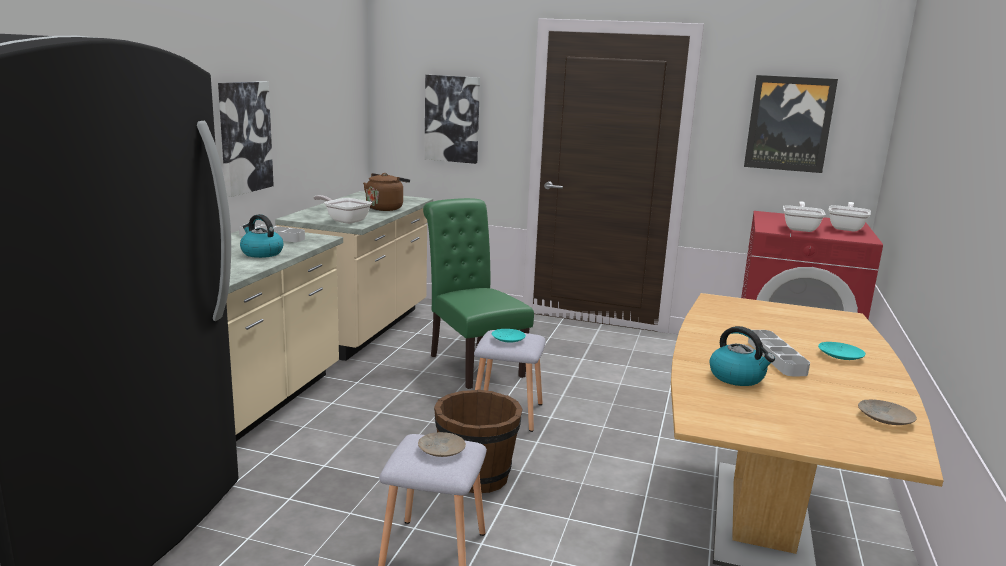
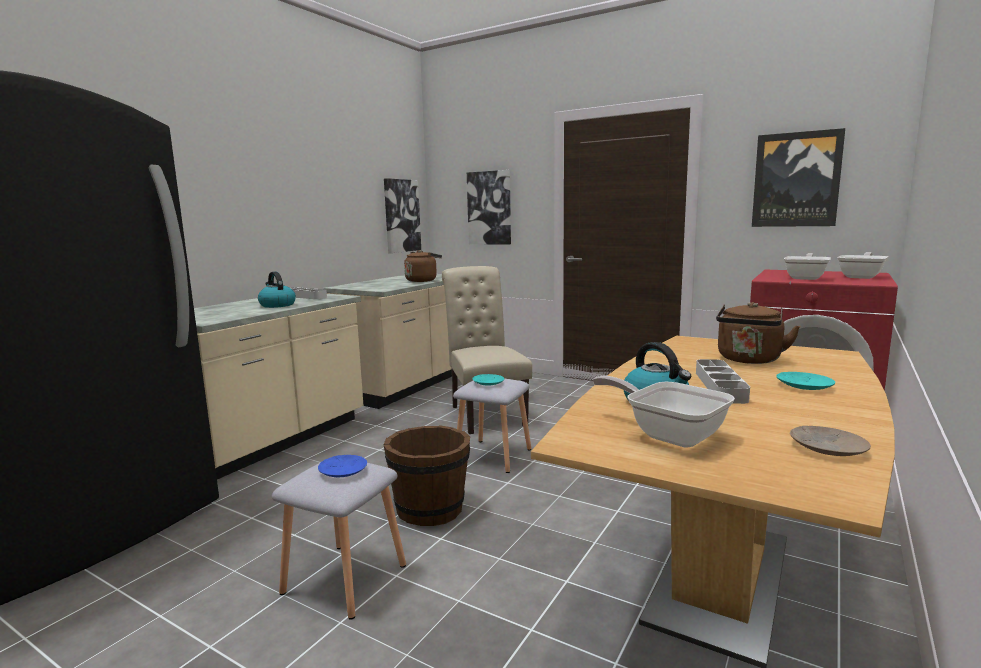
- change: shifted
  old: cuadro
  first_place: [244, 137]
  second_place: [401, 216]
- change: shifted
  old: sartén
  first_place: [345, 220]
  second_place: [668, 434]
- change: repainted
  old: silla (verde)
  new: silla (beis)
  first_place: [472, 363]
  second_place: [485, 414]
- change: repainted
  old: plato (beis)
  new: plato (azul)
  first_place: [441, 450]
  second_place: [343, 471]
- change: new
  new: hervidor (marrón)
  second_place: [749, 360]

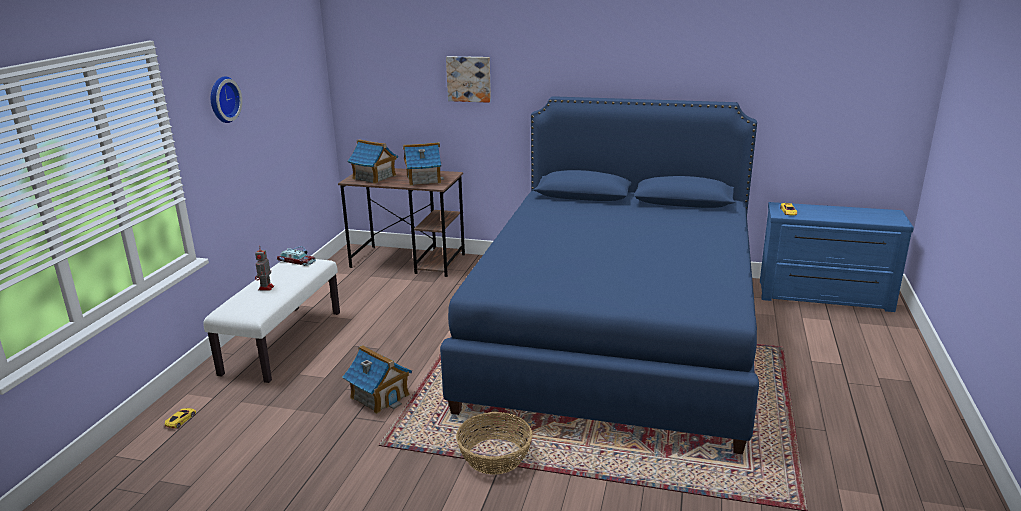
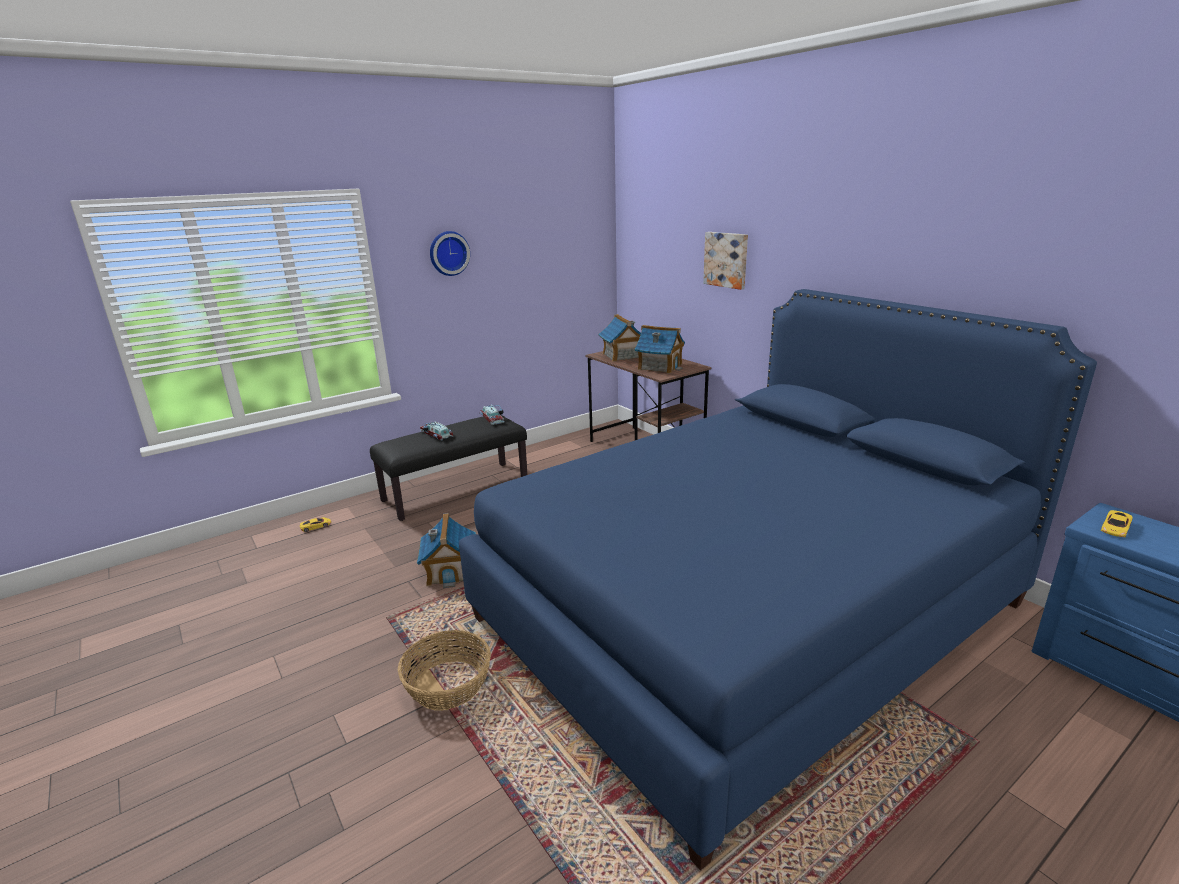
- change: swapped
  old: robot de juguete
  new: coche de juguete
  first_place: [265, 288]
  second_place: [436, 435]
- change: repainted
  old: banco (blanco)
  new: banco (negro)
  first_place: [282, 342]
  second_place: [456, 490]

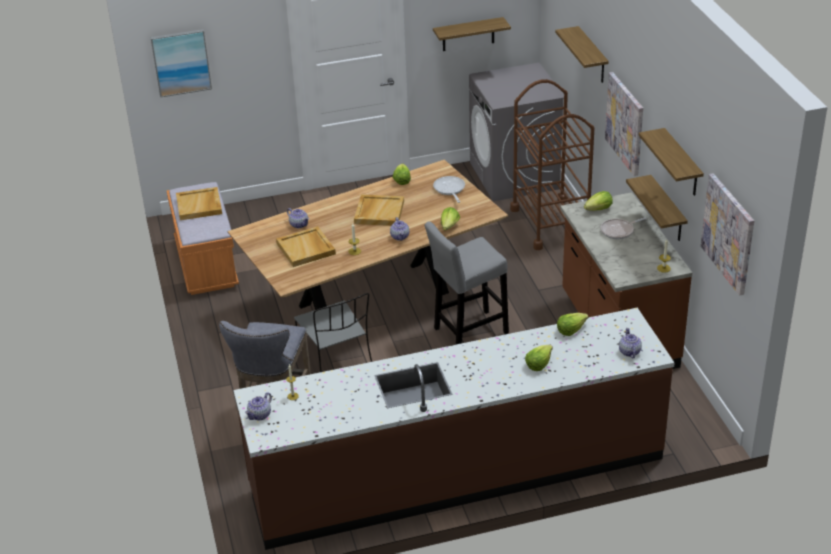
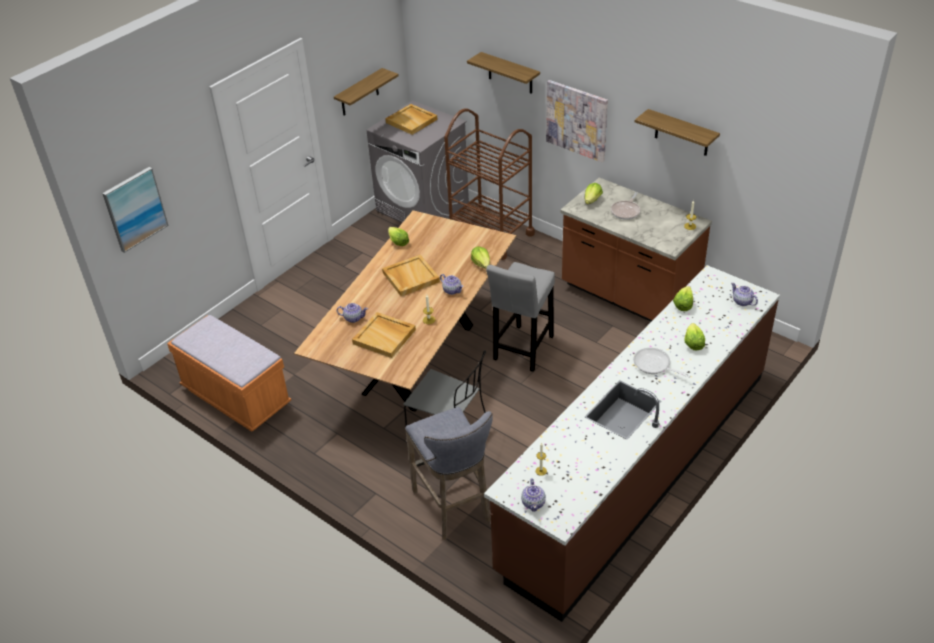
- change: gone
  old: cuadro
  first_place: [728, 233]
- change: gone
  old: estante
  first_place: [667, 210]
- change: shifted
  old: sartén
  first_place: [449, 190]
  second_place: [654, 365]
- change: shifted
  old: bandeja (beis)
  first_place: [199, 206]
  second_place: [412, 121]

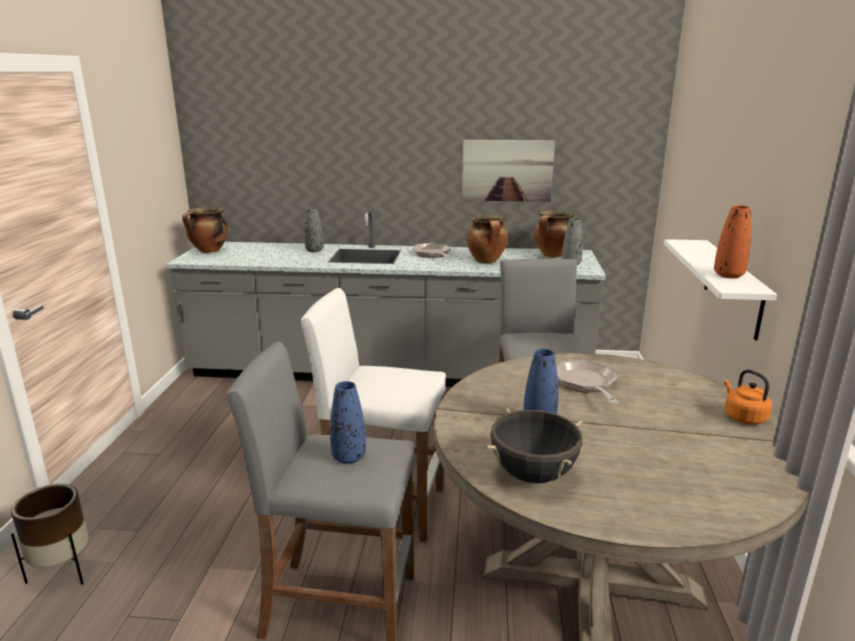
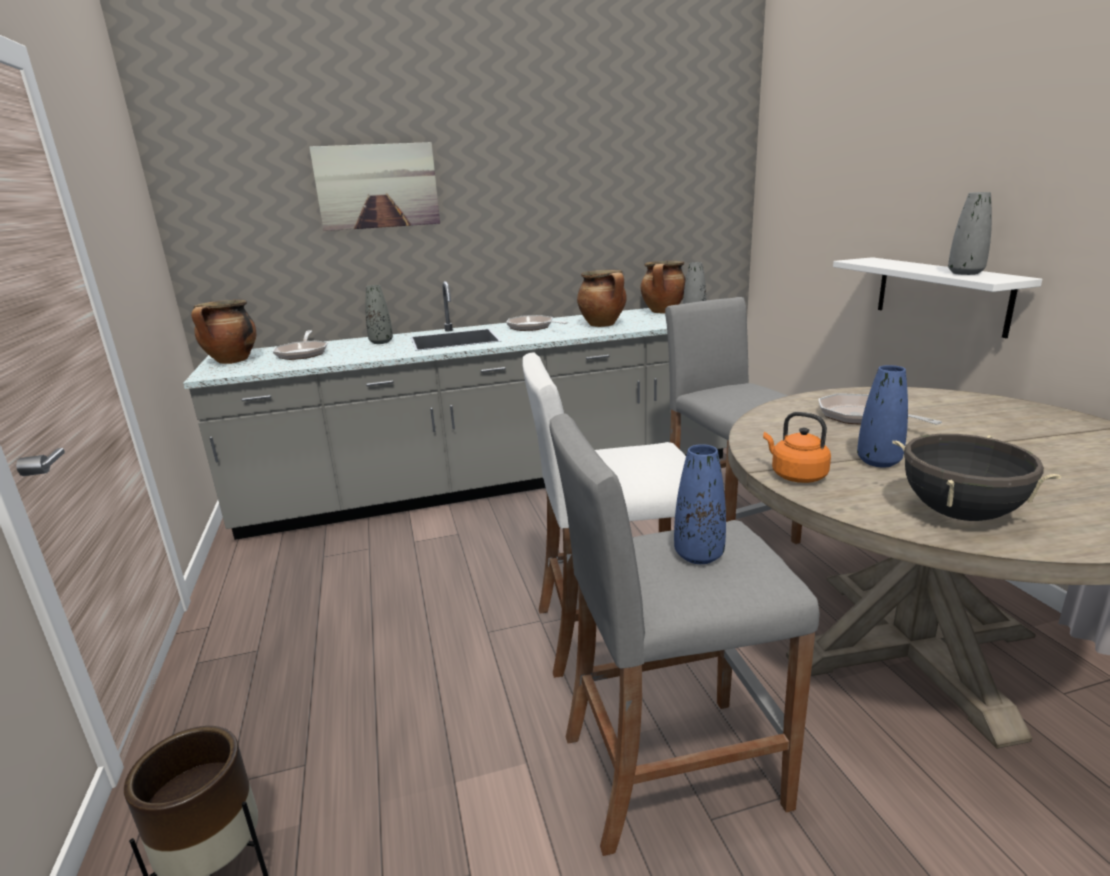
- change: shifted
  old: cuadro
  first_place: [507, 170]
  second_place: [377, 186]
- change: repainted
  old: florero (naranja)
  new: florero (gris)
  first_place: [728, 275]
  second_place: [965, 273]
- change: shifted
  old: hervidor (naranja)
  first_place: [743, 417]
  second_place: [795, 475]
- change: new
  new: sartén
  second_place: [303, 353]

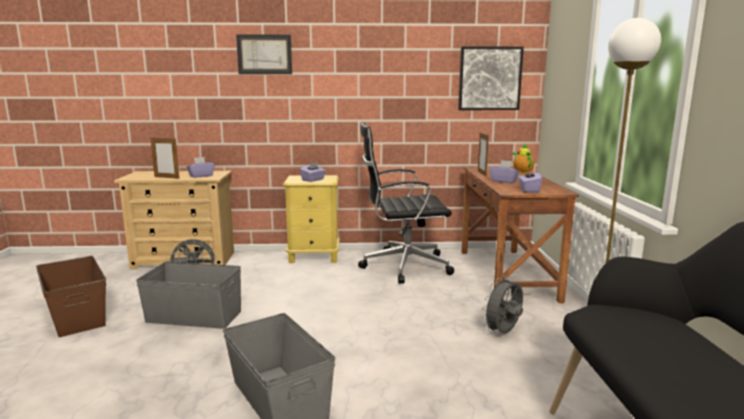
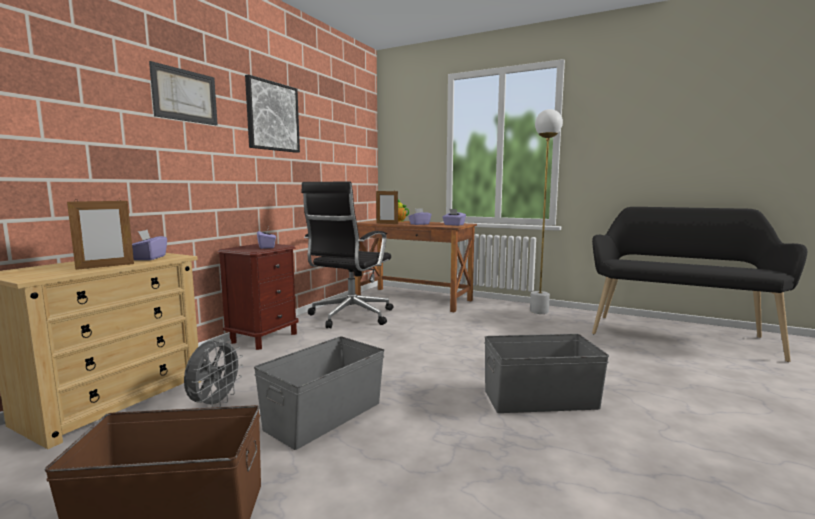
- change: shifted
  old: cuadro
  first_place: [489, 78]
  second_place: [272, 116]
- change: repainted
  old: mesita de noche (amarillo)
  new: mesita de noche (marrón)
  first_place: [314, 257]
  second_place: [264, 338]
- change: gone
  old: ventilador (gris)
  first_place: [503, 333]

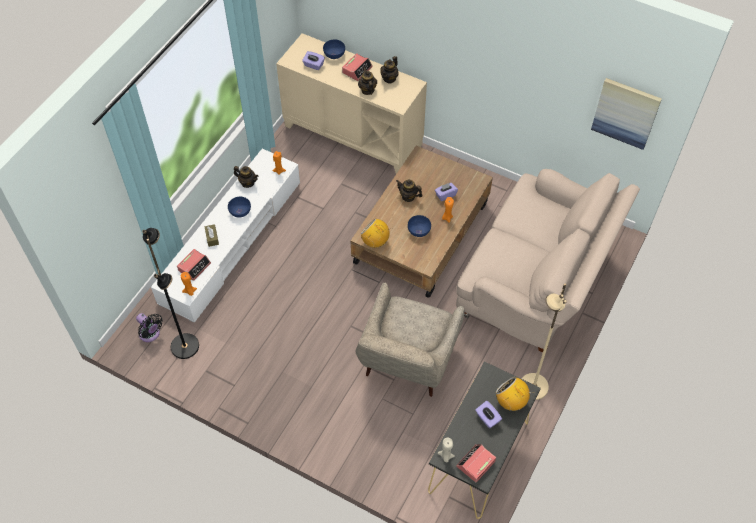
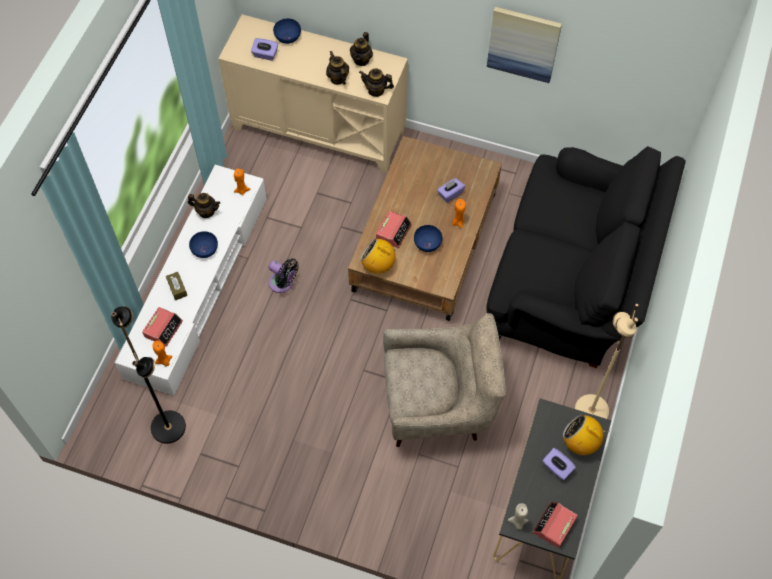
- change: shifted
  old: despertador
  first_place: [357, 70]
  second_place: [393, 231]
- change: shifted
  old: cuadro
  first_place: [625, 113]
  second_place: [523, 43]
- change: repainted
  old: sofá (beis)
  new: sofá (negro)
  first_place: [536, 283]
  second_place: [571, 283]
- change: shifted
  old: tetera
  first_place: [408, 197]
  second_place: [376, 90]
- change: rotated
  old: sillón (beis)
  first_place: [407, 362]
  second_place: [438, 405]
  degrees: -105
- change: shifted
  old: ventilador (negro)
  first_place: [150, 334]
  second_place: [283, 284]

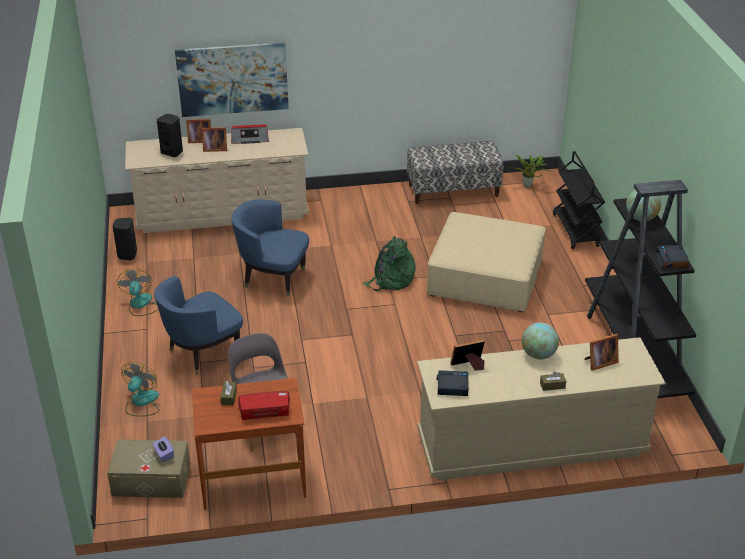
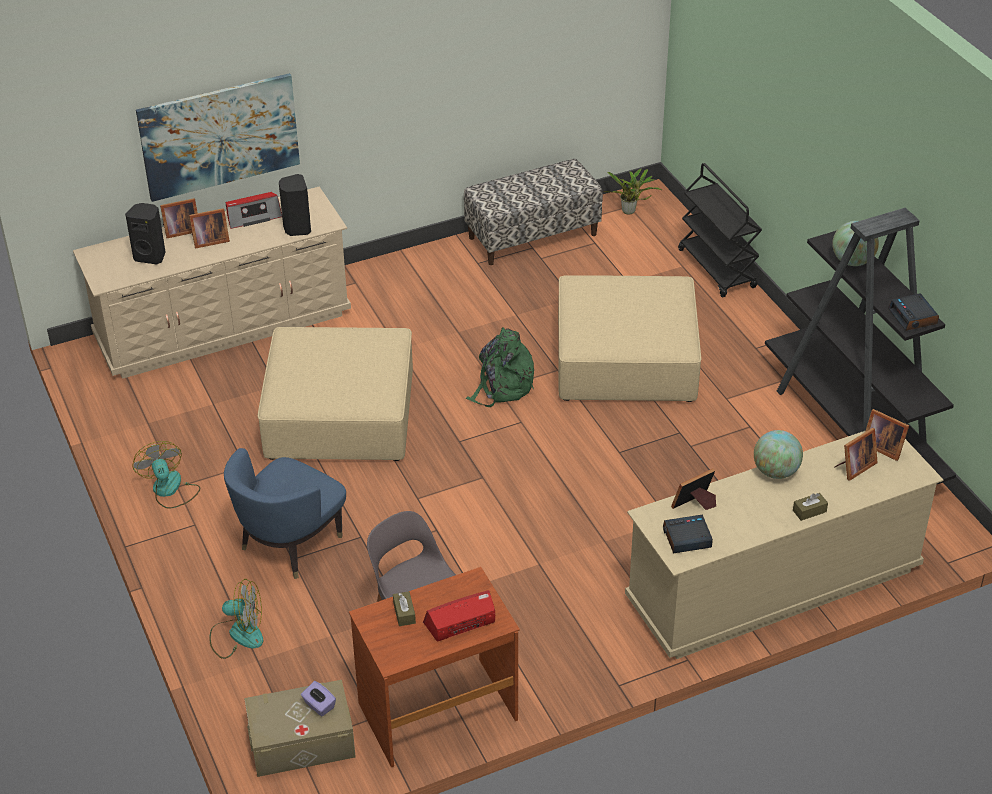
- change: swapped
  old: sillón (azul)
  new: puf (beis)
  first_place: [273, 278]
  second_place: [339, 414]
- change: shifted
  old: altavoz (negro)
  first_place: [127, 255]
  second_place: [296, 228]
- change: rotated
  old: ventilador
  first_place: [141, 402]
  second_place: [237, 635]
  degrees: 90
- change: new
  new: portarretratos
  second_place: [882, 446]

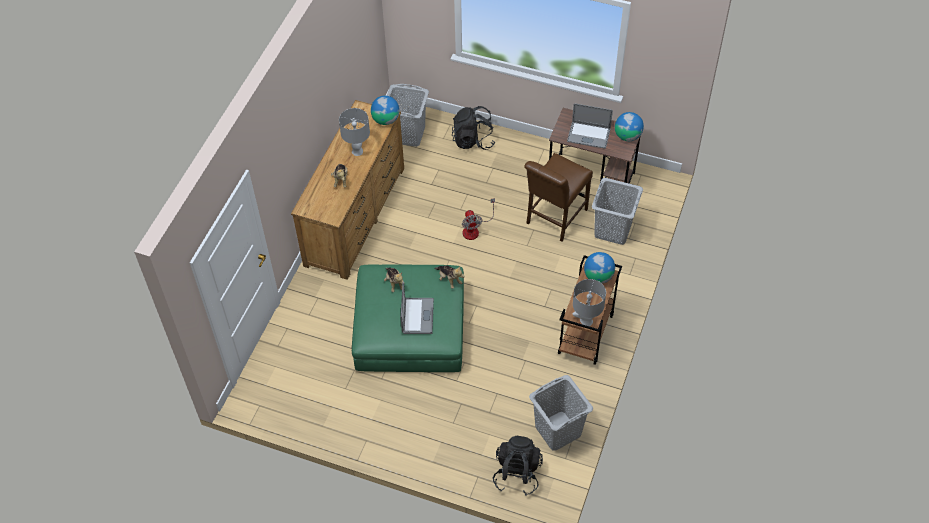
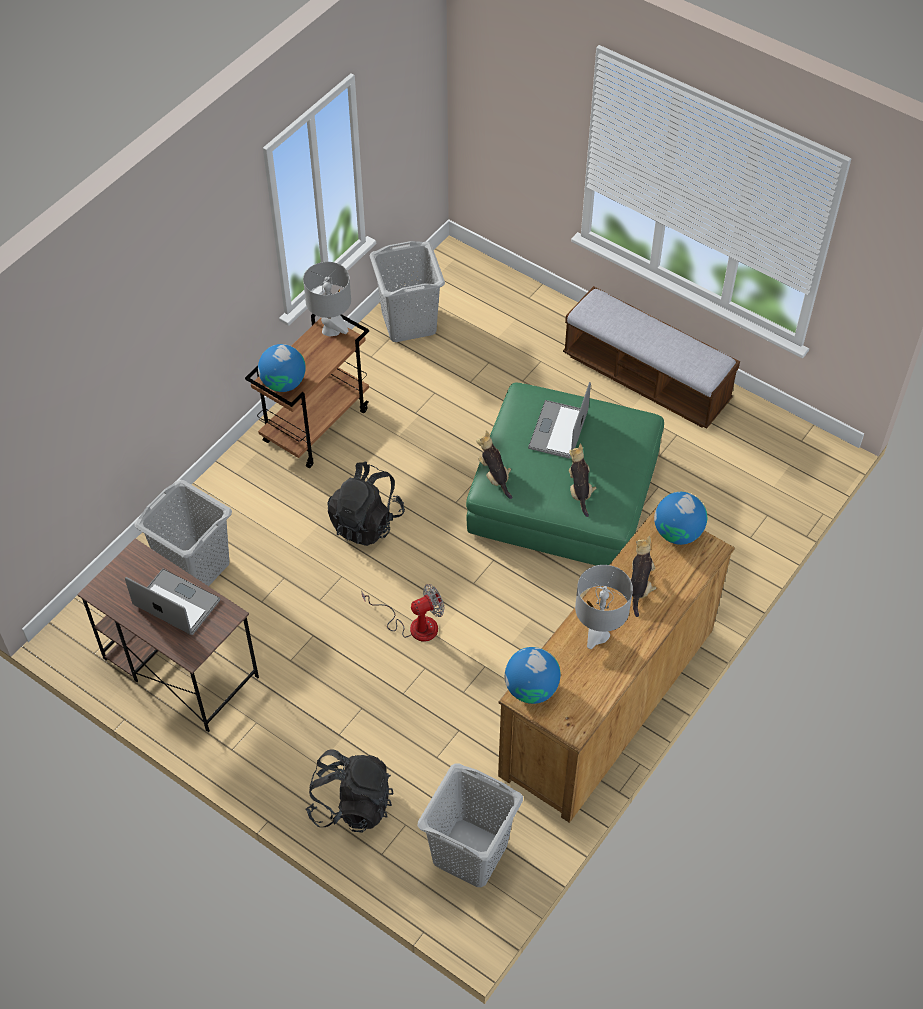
- change: shifted
  old: globo terráqueo
  first_place: [627, 136]
  second_place: [678, 532]
- change: gone
  old: silla (marrón)
  first_place: [554, 218]
- change: rotated
  old: ventilador
  first_place: [474, 229]
  second_place: [414, 625]
  degrees: 60
- change: shifted
  old: mochila (negro)
  first_place: [517, 473]
  second_place: [366, 522]
- change: new
  new: banco
  second_place: [646, 379]

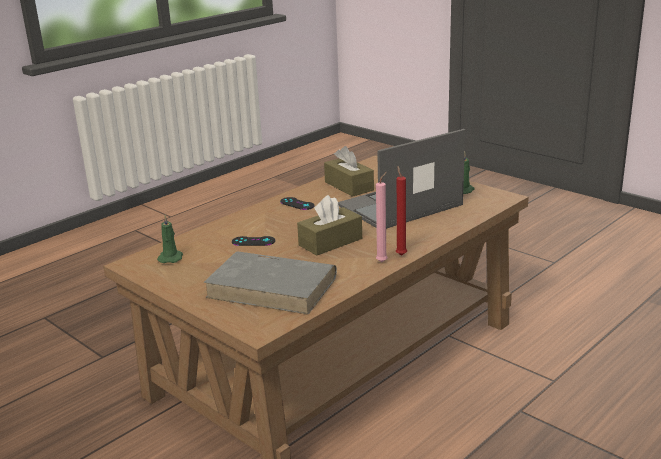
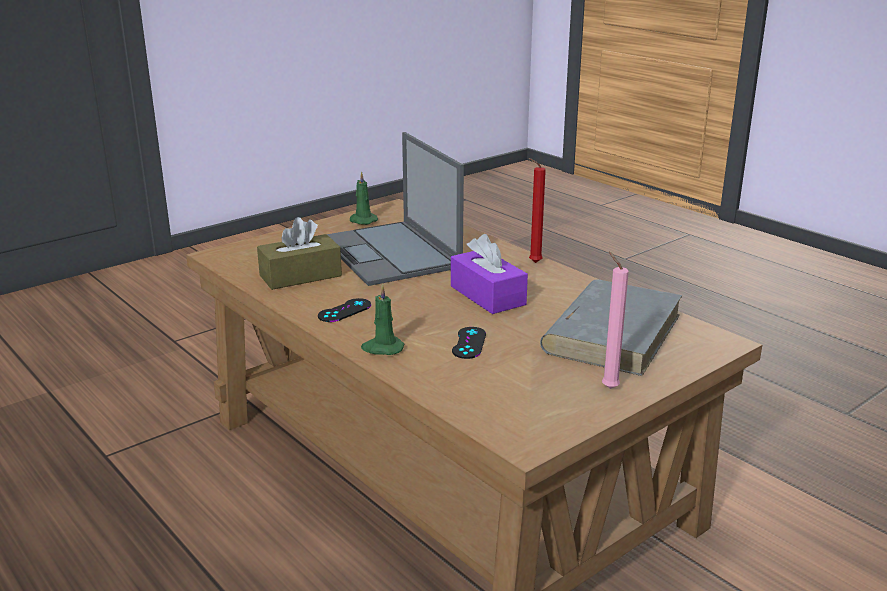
- change: shifted
  old: vela (rosa)
  first_place: [383, 261]
  second_place: [607, 387]
- change: repainted
  old: caja de pañuelos (marrón)
  new: caja de pañuelos (morado)
  first_place: [330, 242]
  second_place: [487, 295]
- change: shifted
  old: vela (verde)
  first_place: [171, 258]
  second_place: [382, 348]

